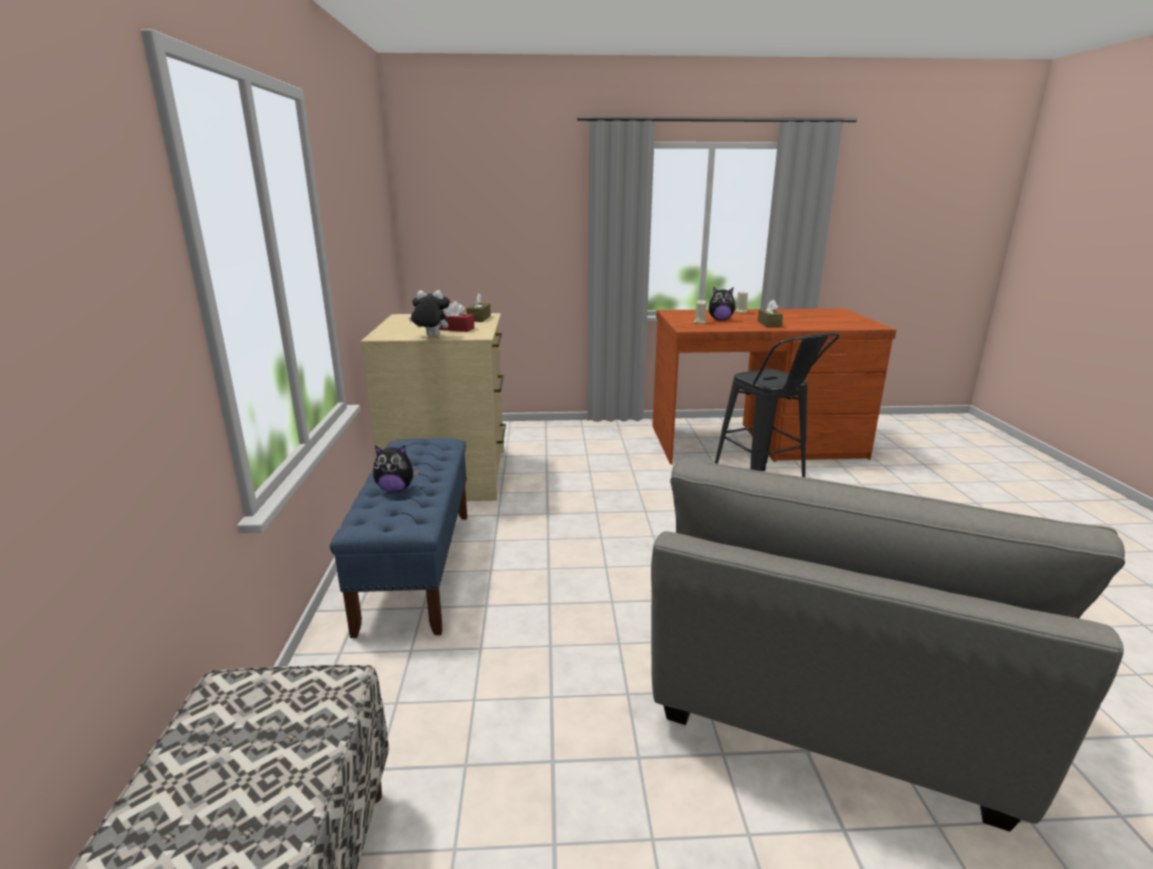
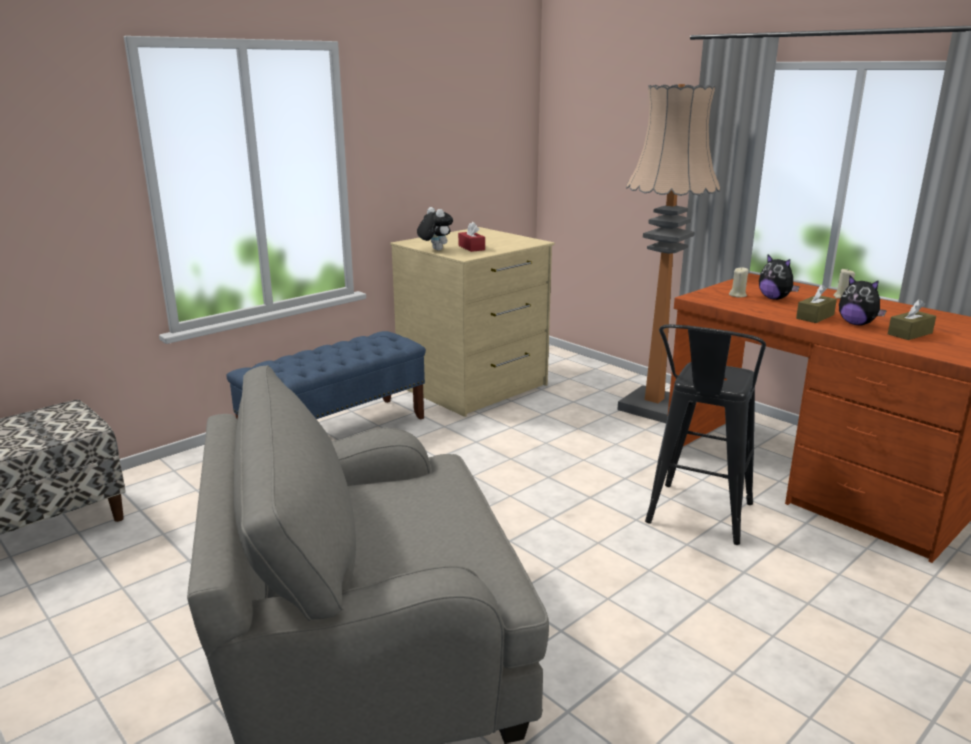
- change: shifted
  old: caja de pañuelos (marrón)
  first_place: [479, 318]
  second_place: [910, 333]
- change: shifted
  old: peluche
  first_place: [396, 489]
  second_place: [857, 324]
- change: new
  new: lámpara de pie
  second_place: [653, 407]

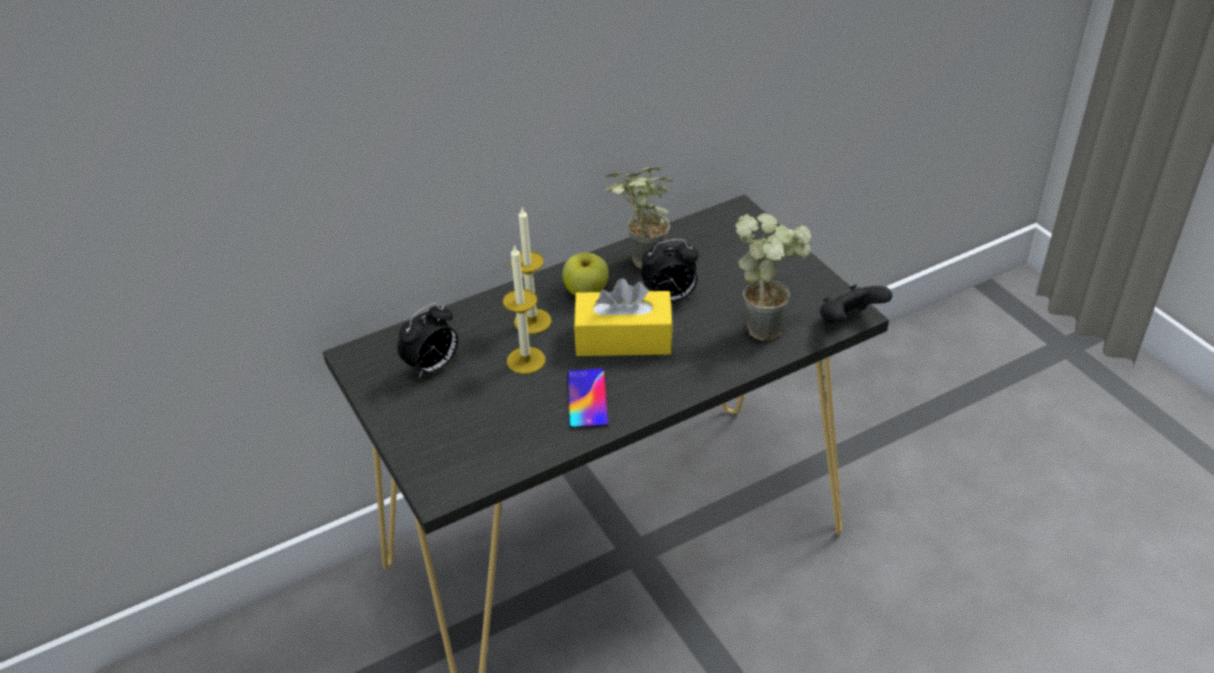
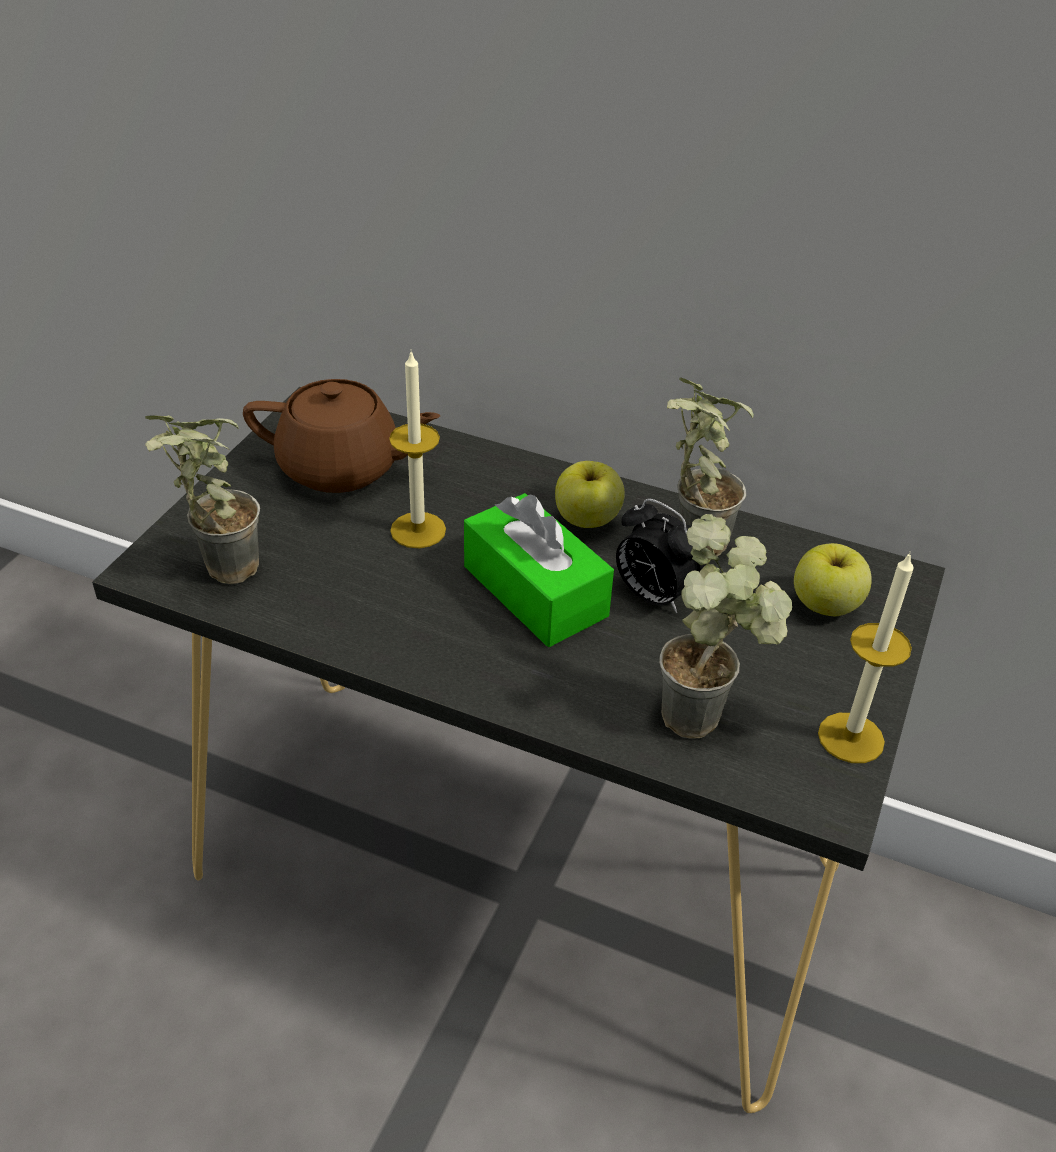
- change: shifted
  old: vela
  first_place: [532, 321]
  second_place: [851, 738]
- change: repainted
  old: caja de pañuelos (amarillo)
  new: caja de pañuelos (verde)
  first_place: [623, 339]
  second_place: [535, 591]
- change: gone
  old: mando de consola (negro)
  first_place: [849, 321]
- change: swapped
  old: despertador
  new: tetera (marrón)
  first_place: [433, 367]
  second_place: [342, 468]
- change: gone
  old: móvil
  first_place: [587, 398]
- change: new
  new: planta en maceta
  second_place: [216, 570]
- change: new
  new: manzana
  second_place: [825, 605]

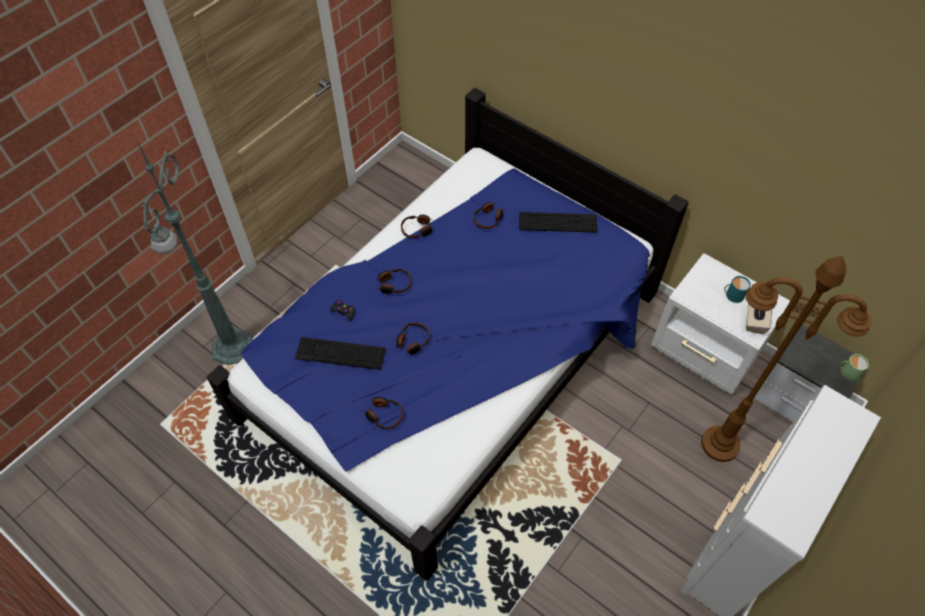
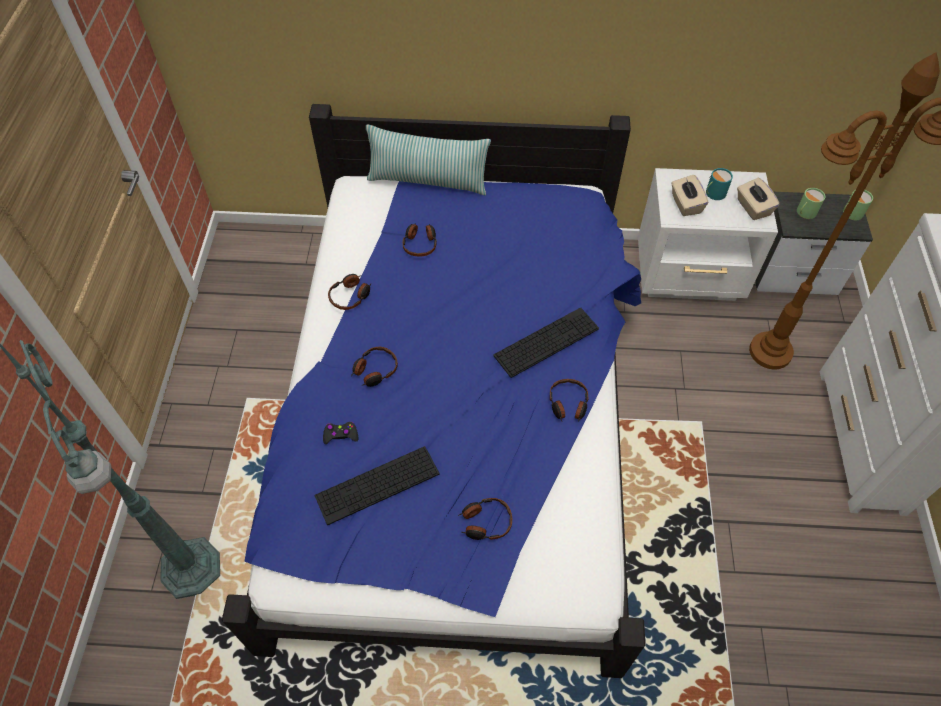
- change: shifted
  old: teclado
  first_place: [557, 222]
  second_place: [546, 342]
- change: shifted
  old: auriculares
  first_place: [412, 341]
  second_place: [568, 404]
- change: new
  new: cojín
  second_place: [428, 181]
- change: new
  new: caja de pañuelos (beis)
  second_place: [685, 204]
- change: new
  new: taza grande (verde)
  second_place: [804, 212]

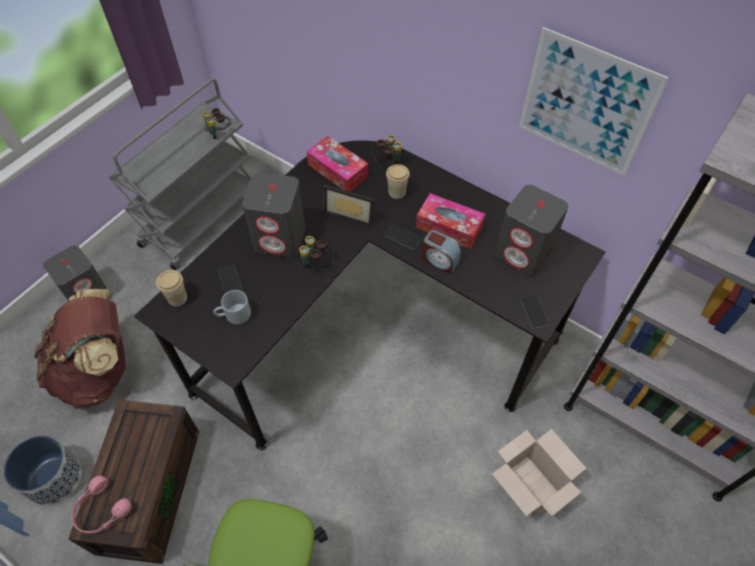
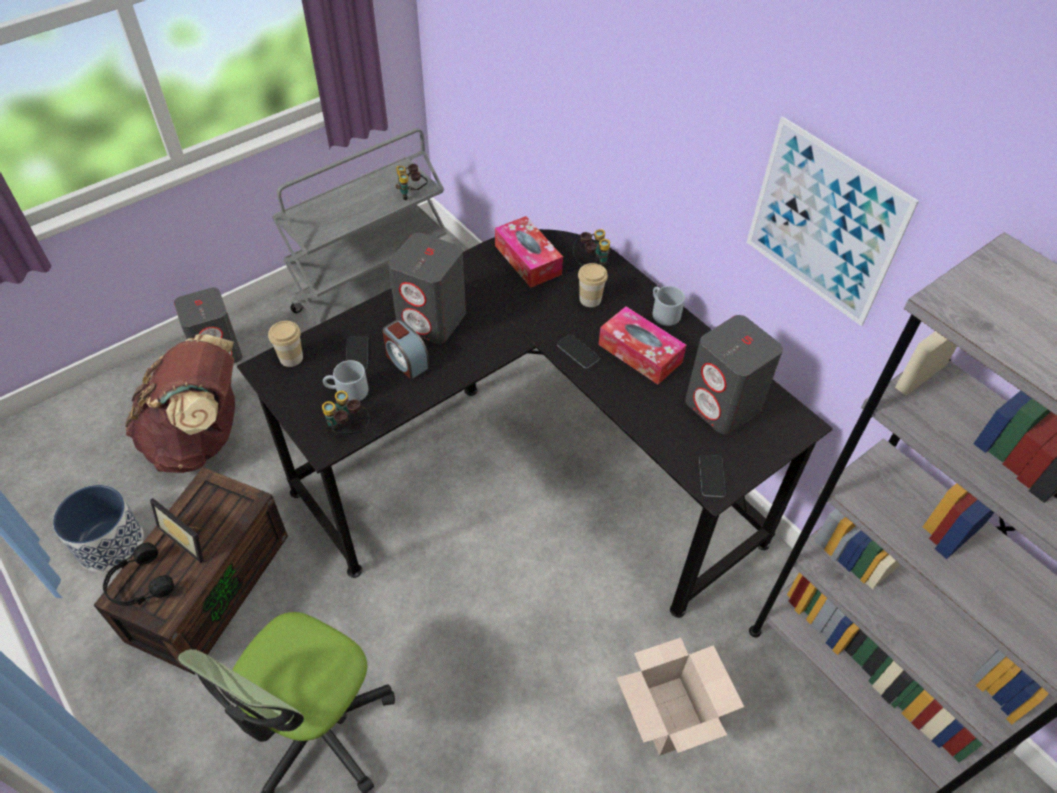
- change: shifted
  old: portarretratos
  first_place: [351, 212]
  second_place: [188, 536]
- change: shifted
  old: despertador
  first_place: [439, 260]
  second_place: [406, 361]
- change: shifted
  old: prismáticos
  first_place: [317, 264]
  second_place: [348, 430]
- change: repainted
  old: auriculares (rosa)
  new: auriculares (negro)
  first_place: [101, 511]
  second_place: [139, 584]
- change: new
  new: taza grande (gris)
  second_place: [662, 312]

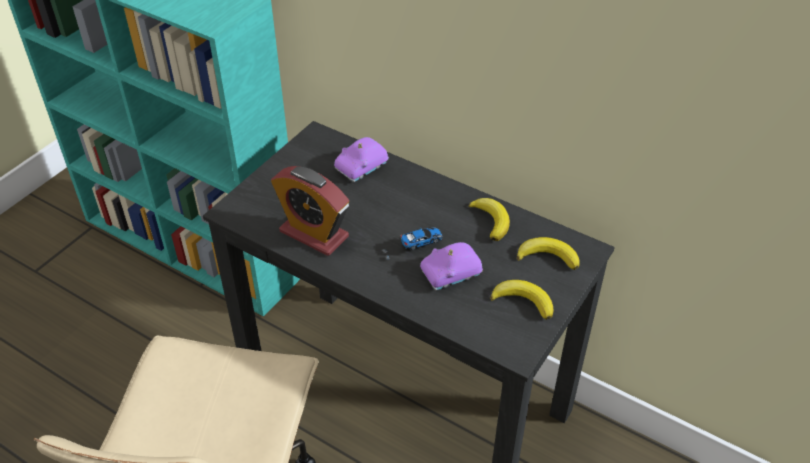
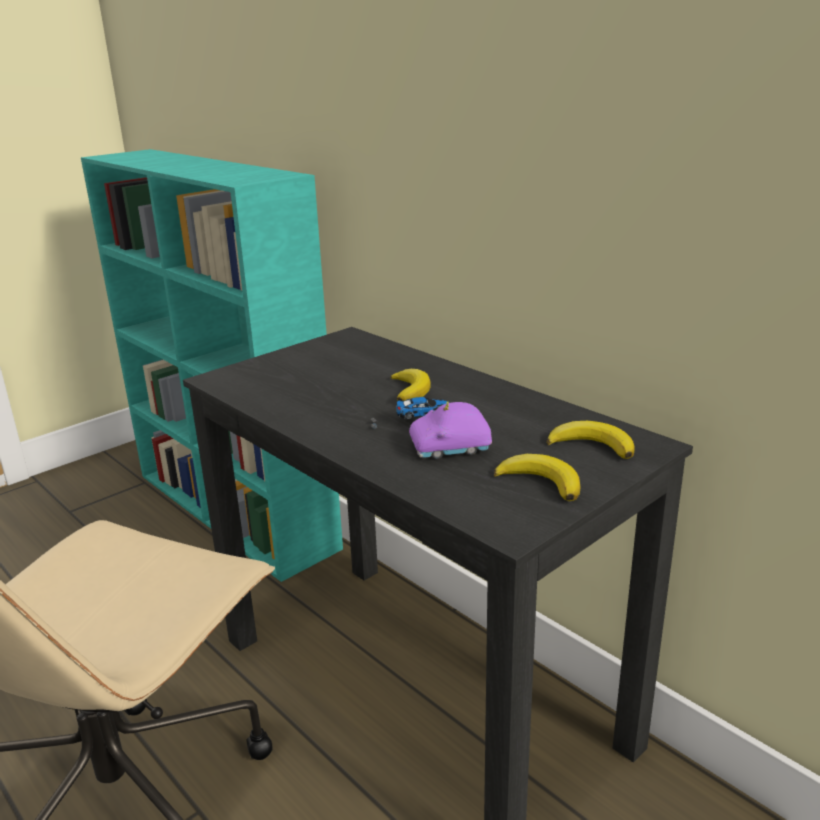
- change: gone
  old: coche de juguete (morado)
  first_place: [362, 168]
- change: gone
  old: despertador
  first_place: [314, 234]
- change: shifted
  old: plátano
  first_place: [491, 220]
  second_place: [410, 390]

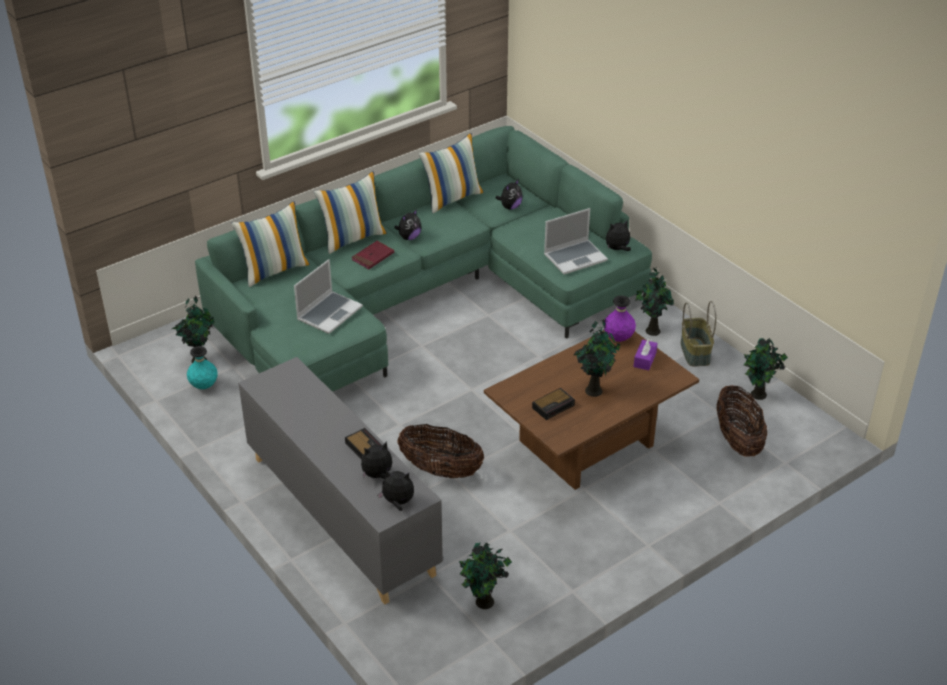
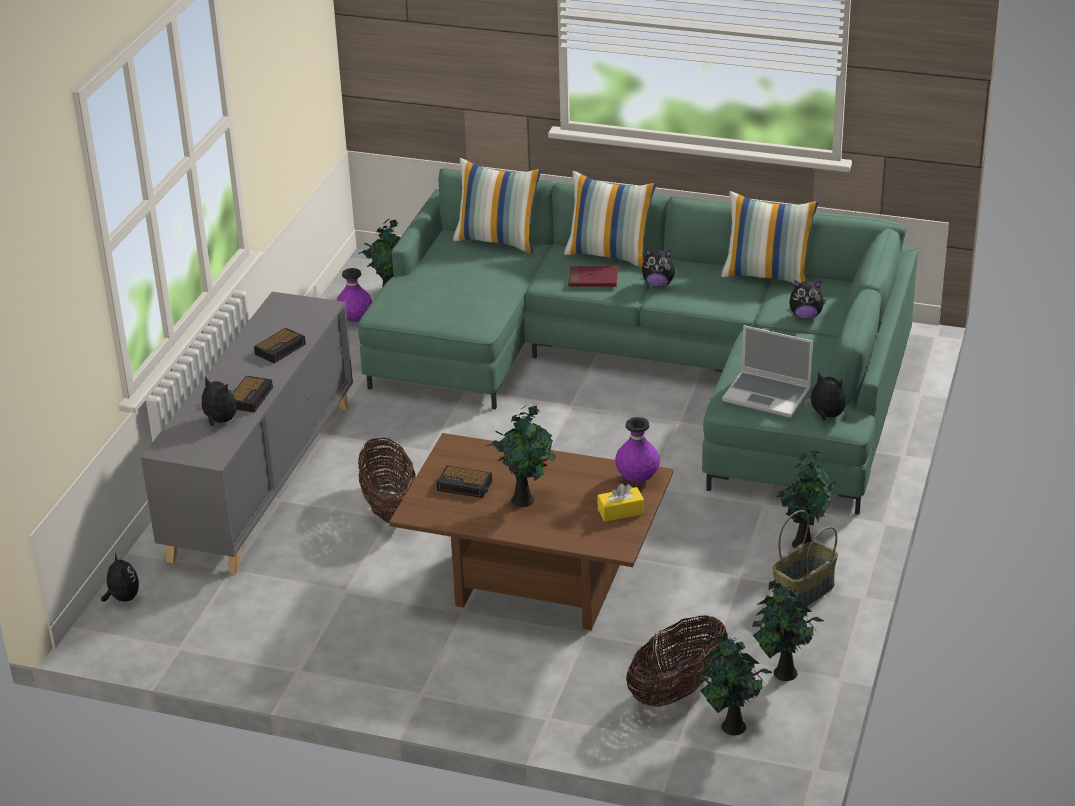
- change: gone
  old: portátil
  first_place: [329, 313]
- change: repainted
  old: caja de pañuelos (morado)
  new: caja de pañuelos (amarillo)
  first_place: [645, 360]
  second_place: [620, 511]
- change: repainted
  old: florero (turquesa)
  new: florero (morado)
  first_place: [204, 386]
  second_place: [355, 319]
- change: shifted
  old: peluche
  first_place: [398, 502]
  second_place: [122, 598]
- change: shifted
  old: planta en maceta
  first_place: [484, 603]
  second_place: [731, 727]
- change: new
  new: despertador
  second_place: [281, 348]

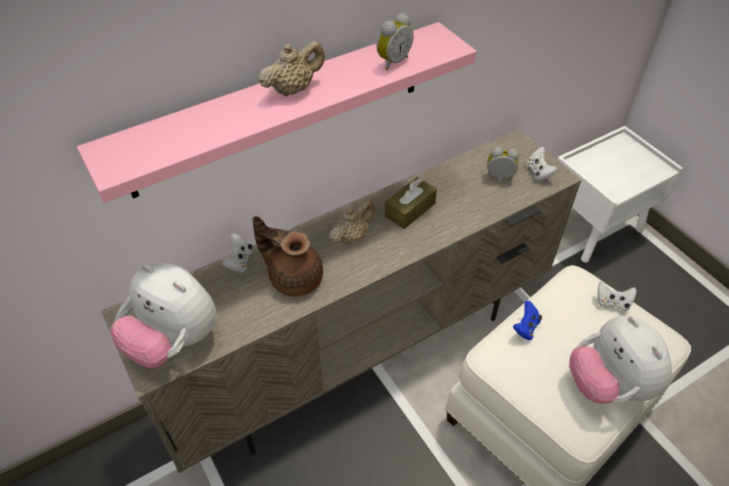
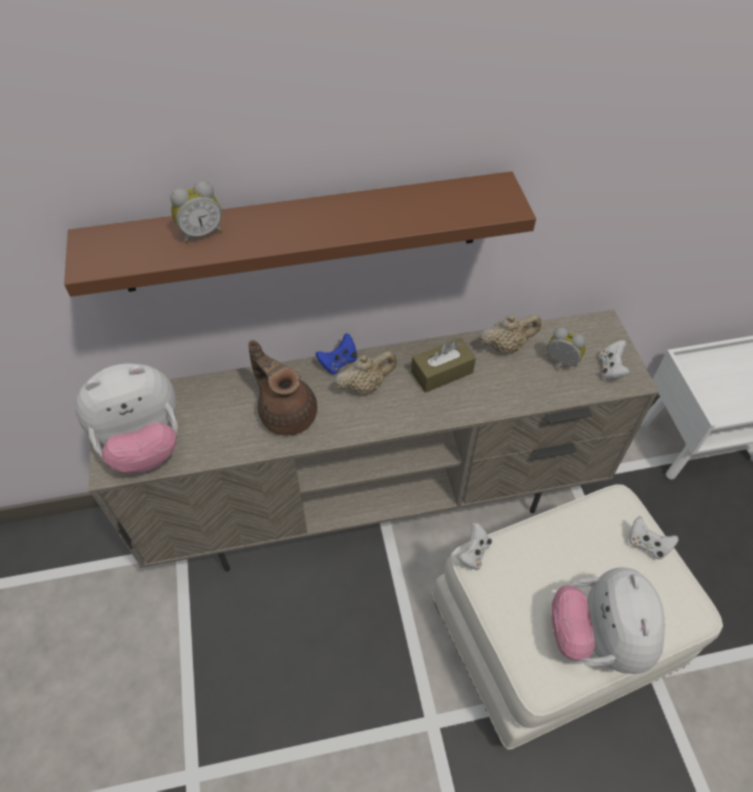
- change: shifted
  old: despertador
  first_place: [392, 61]
  second_place: [201, 233]
- change: repainted
  old: estante (rosa)
  new: estante (marrón)
  first_place: [280, 109]
  second_place: [302, 233]
- change: shifted
  old: tetera (beis)
  first_place: [293, 89]
  second_place: [506, 346]
- change: shifted
  old: mando de consola (blanco)
  first_place: [239, 262]
  second_place: [473, 553]
- change: rotated
  old: peluche
  first_place: [174, 341]
  second_place: [144, 444]
  degrees: -75
- change: shifted
  old: mando de consola (azul)
  first_place: [526, 327]
  second_place: [338, 362]

